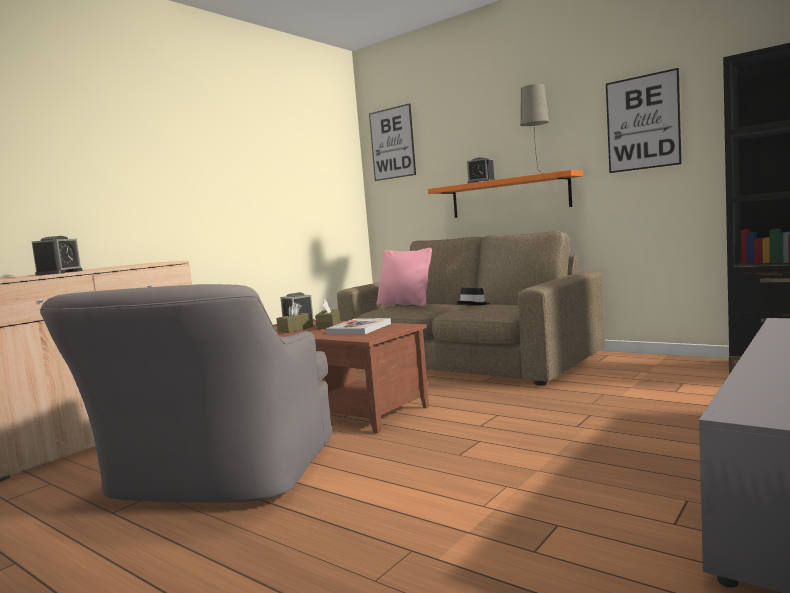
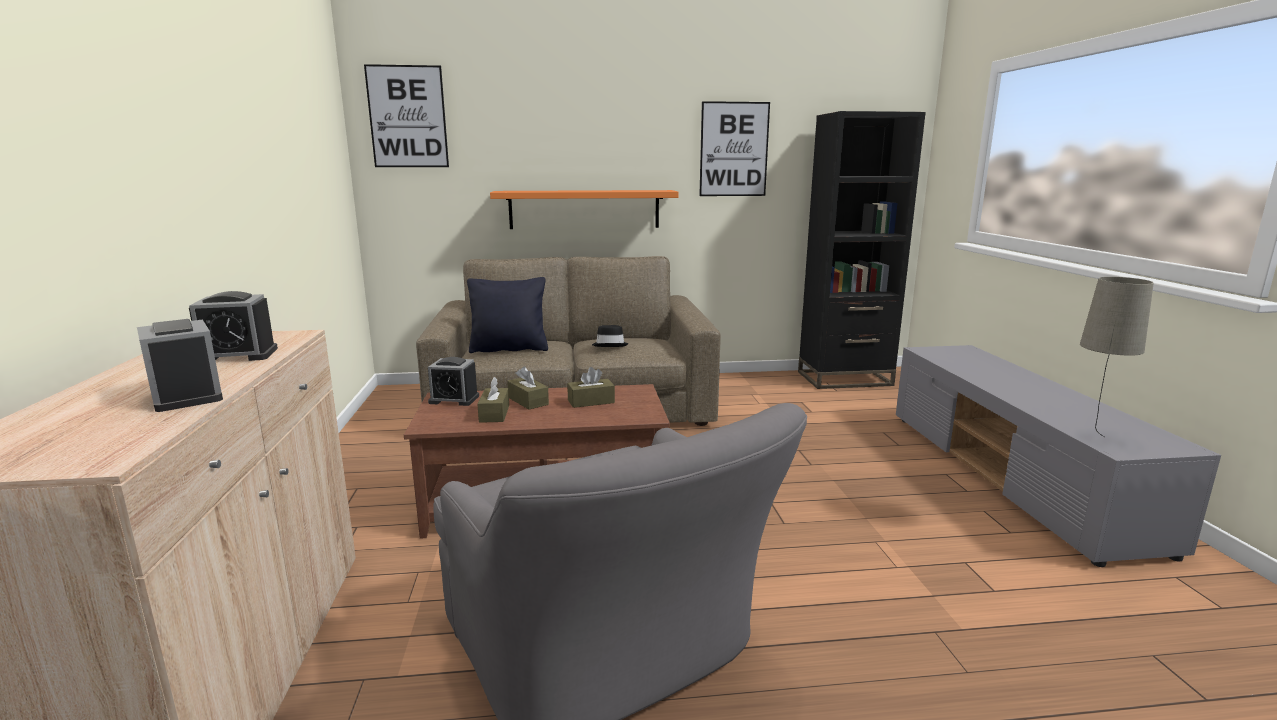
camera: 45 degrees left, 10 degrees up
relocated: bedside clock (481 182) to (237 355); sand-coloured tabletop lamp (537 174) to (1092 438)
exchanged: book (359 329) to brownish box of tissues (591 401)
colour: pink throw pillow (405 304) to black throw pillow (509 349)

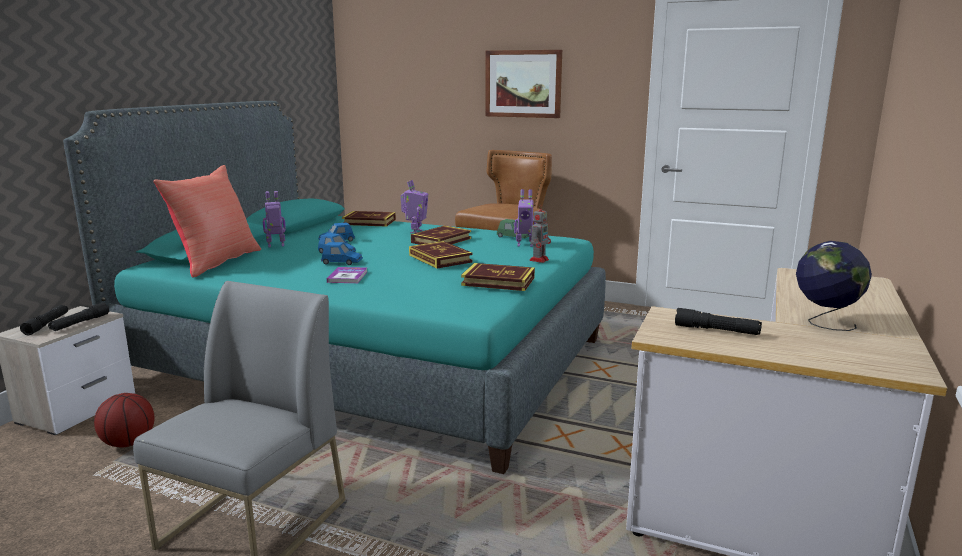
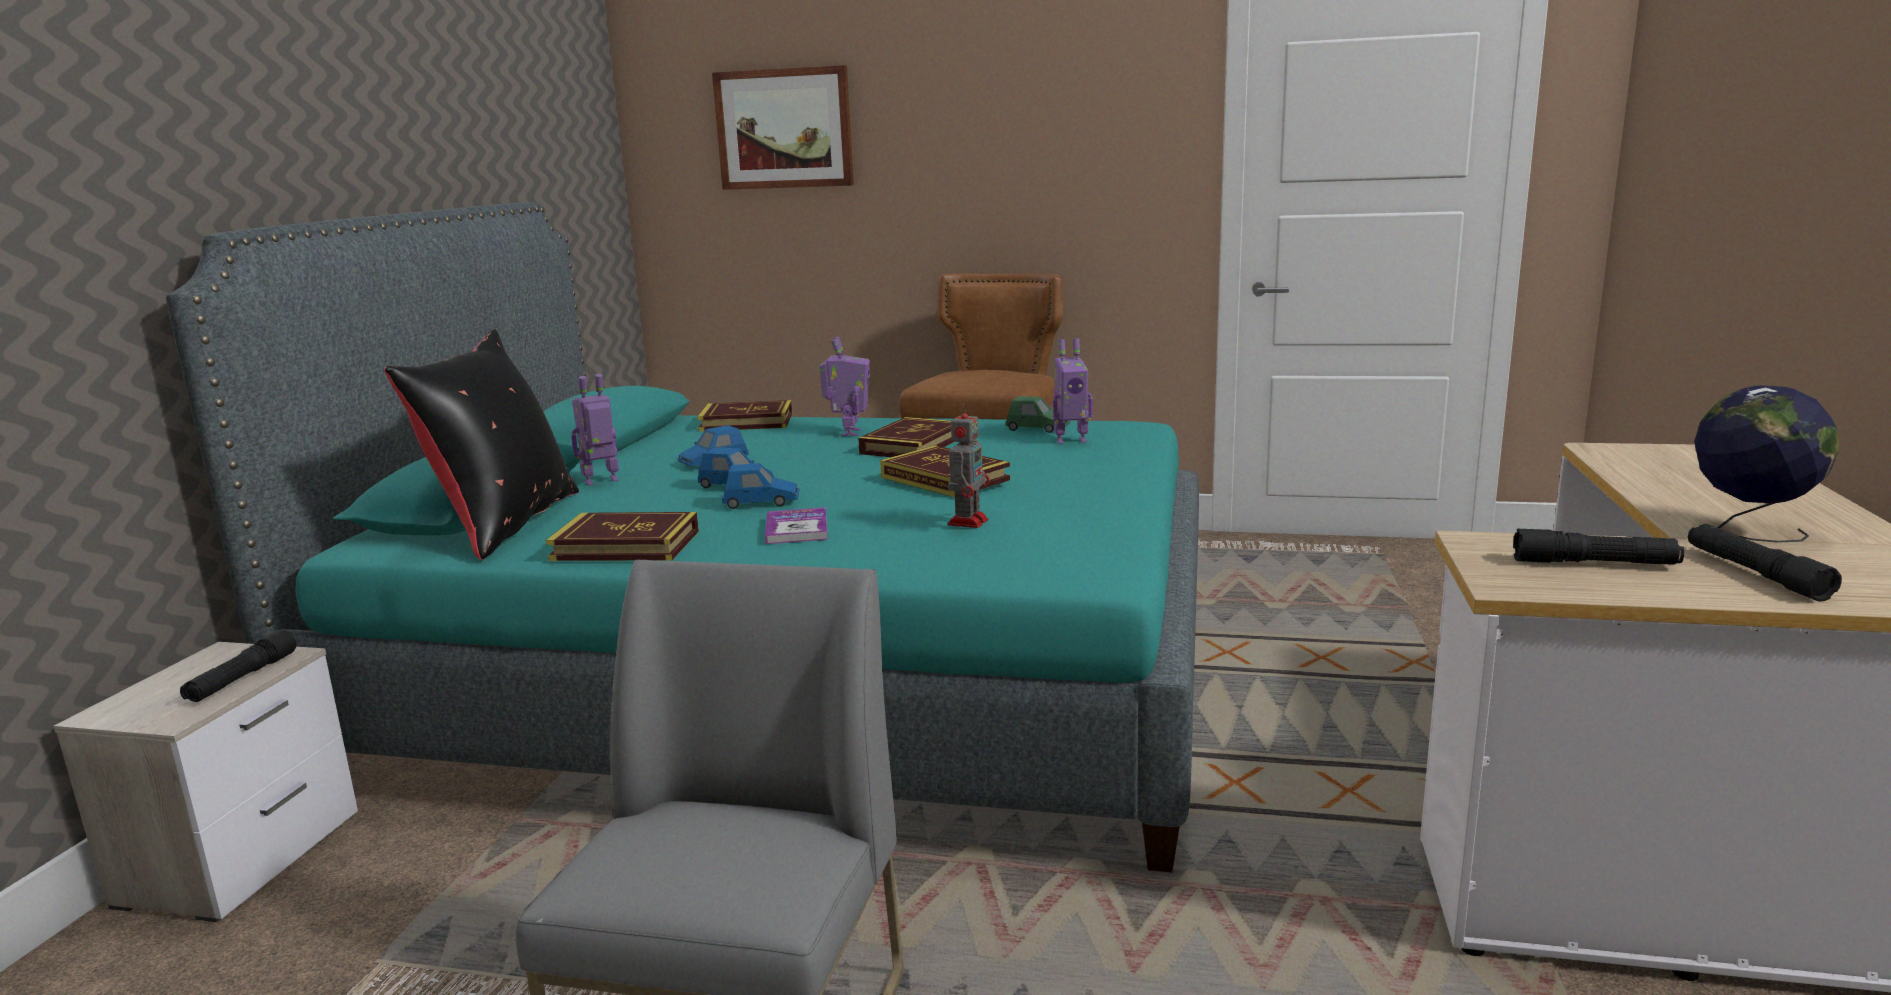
camera: 10 degrees left, 0 degrees up
missing: ball for basketball (128 443)
relocated: black hand torch (47 324) to (1755 574); book (498 281) to (626 545); picture (523 84) to (784 129); toy robot (539 260) to (968 521)
colour: red throw pillow (216 262) to black throw pillow (505 524)

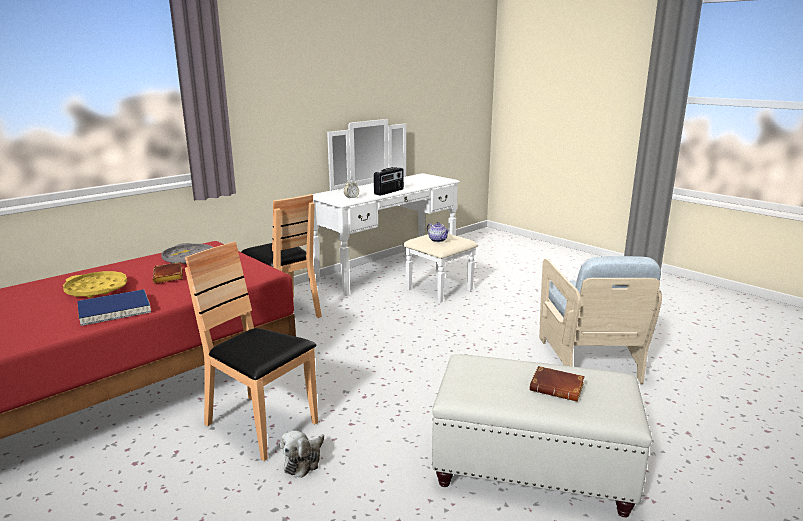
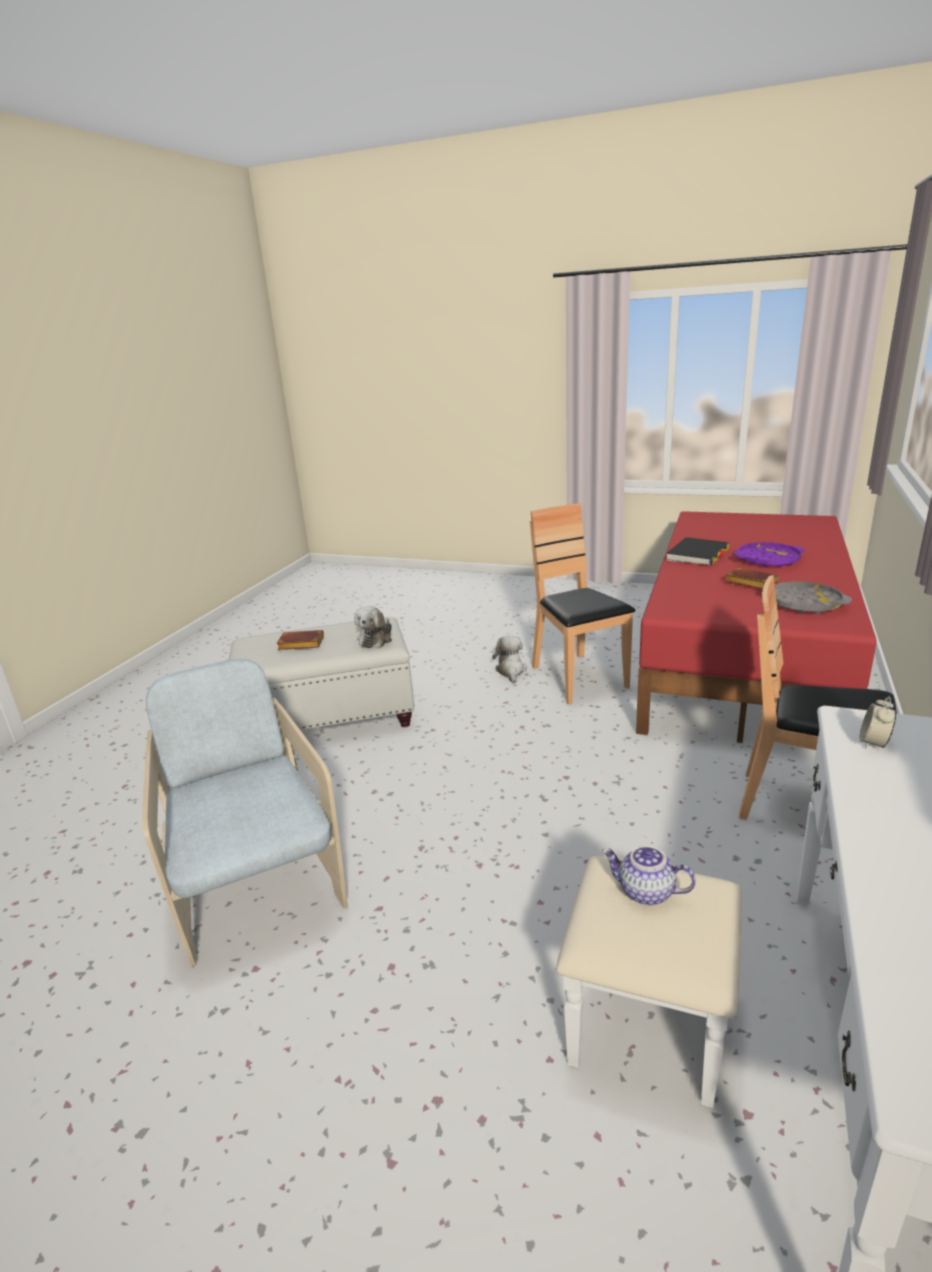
camera: 155 degrees right, 5 degrees up
missing: radio set (389 192)
appeared: cuddly toy (376 639)
colour: yellow tray (96 289) to purplish tray (768 560); blue book (114 310) to black book (697 555)
spun: brownish plain chair (260 425) = (578 678) 120 degrees counterclockwise

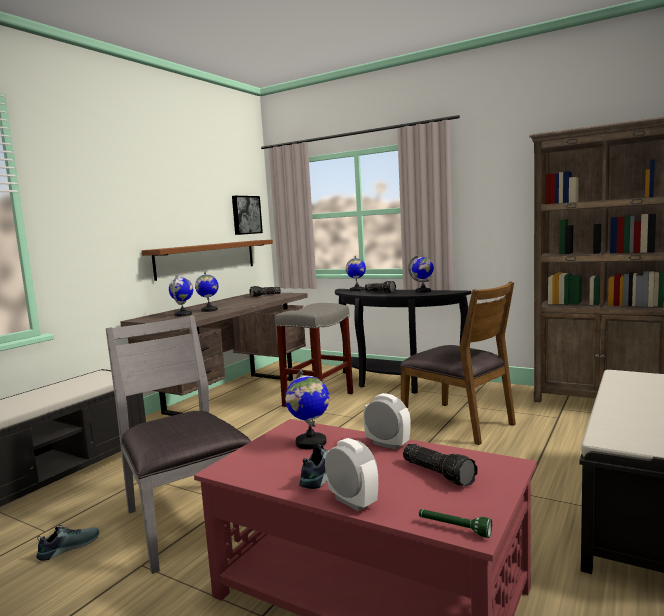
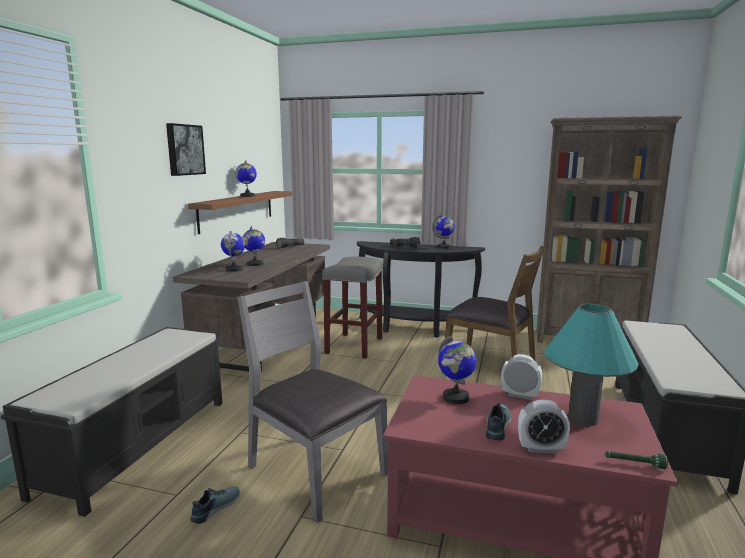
camera: 15 degrees left, 5 degrees up
relocated: picture (245 215) to (184 149); desk globe (357 290) to (247 196)
exchanged: hand torch (439 473) to turquoise-coloured tabletop lamp (583 418)
spun: bedside clock (352 502) = (541 448) 150 degrees clockwise

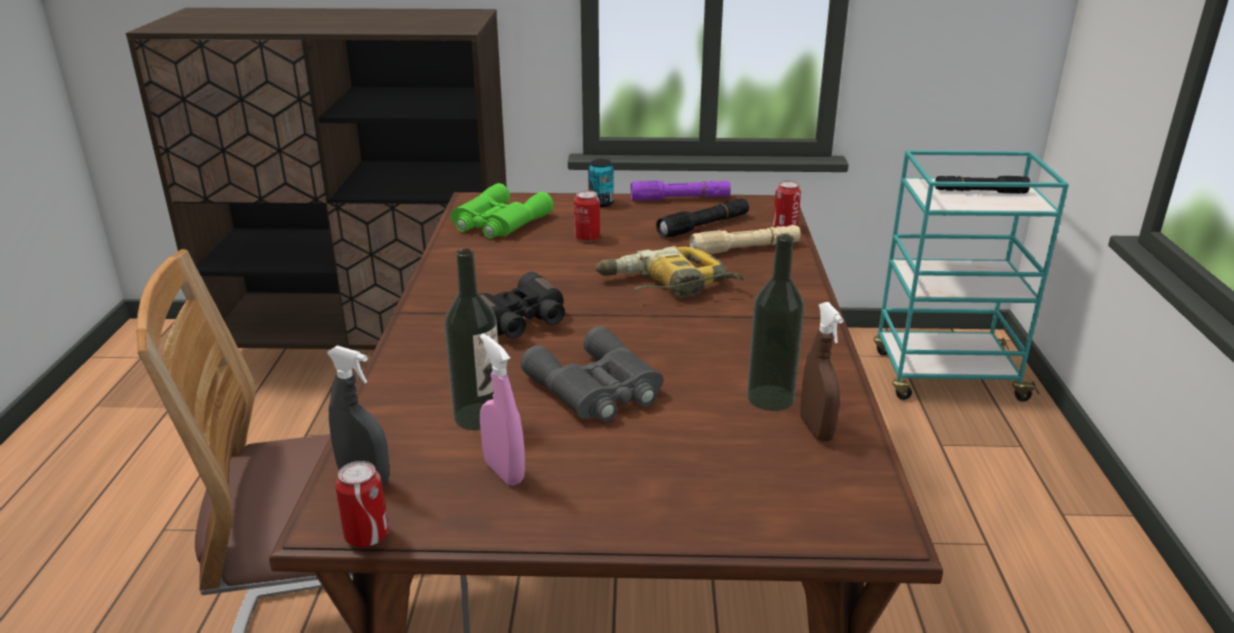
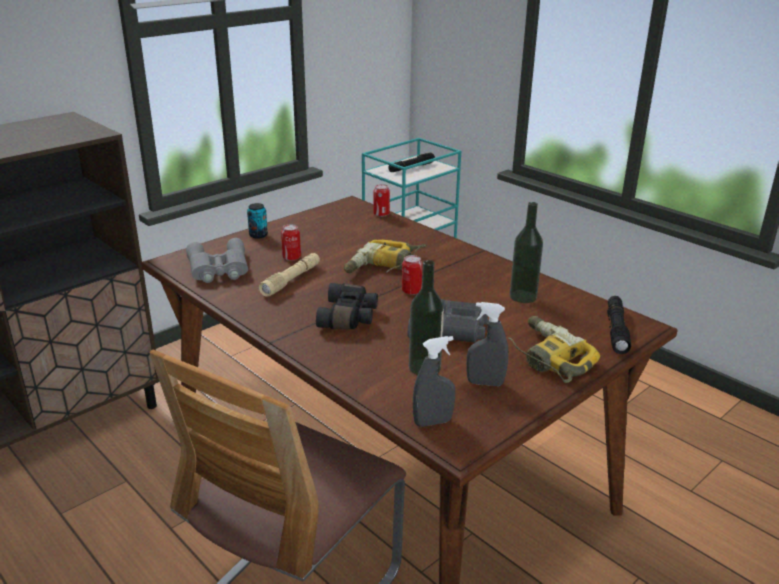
camera: 45 degrees left, 0 degrees up
missing: purplish hand torch (680 199); brownish spray bottle (816 429)
appeared: electric drill (547 358)
relocated: sealed can (367 535) to (411 291); black hand torch (704 226) to (616 330); sand-coloured hand torch (745 249) to (291 280)
colour: green field glasses (498 222) to greyish field glasses (218 269); pink spray bottle (504 472) to greyish spray bottle (485 383)

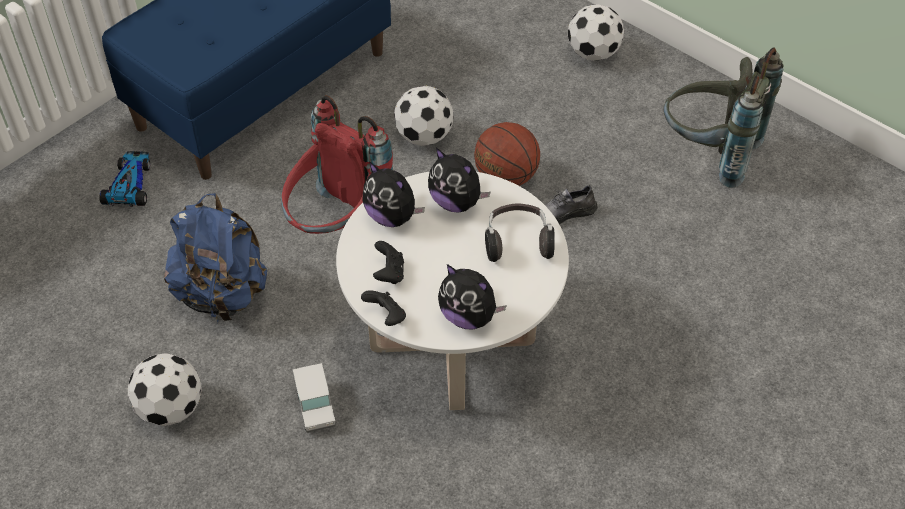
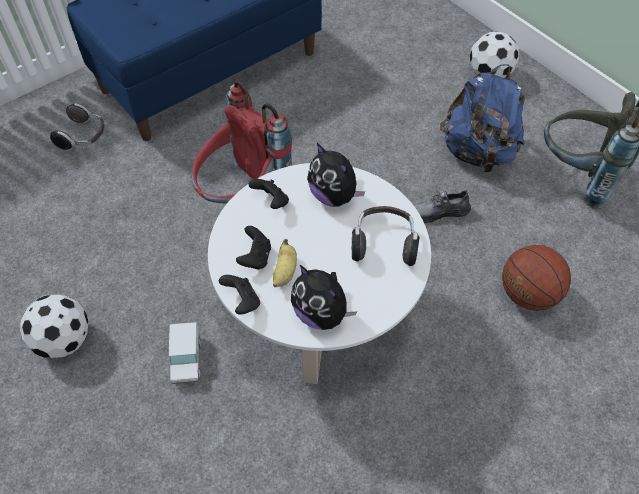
camera: 10 degrees right, 5 degrees up
missing: football ball (425 136)
appeared: whole banana (285 272)
relocated: blue backpack (222 294) to (477 152); ball for basketball (505 177) to (527 294)
exchanged: model car (129 184) to headset (83 137); cuddly toy (392 216) to black joypad (271 201)

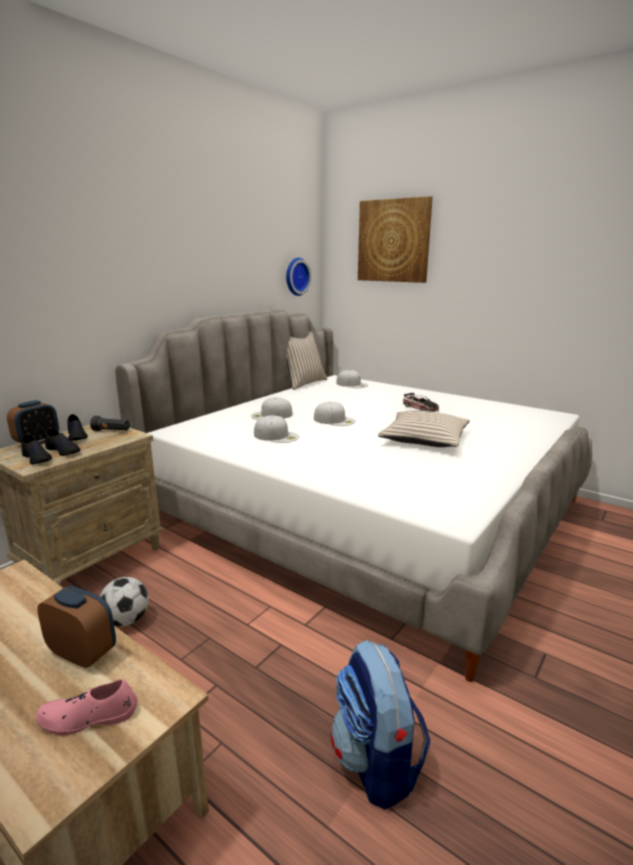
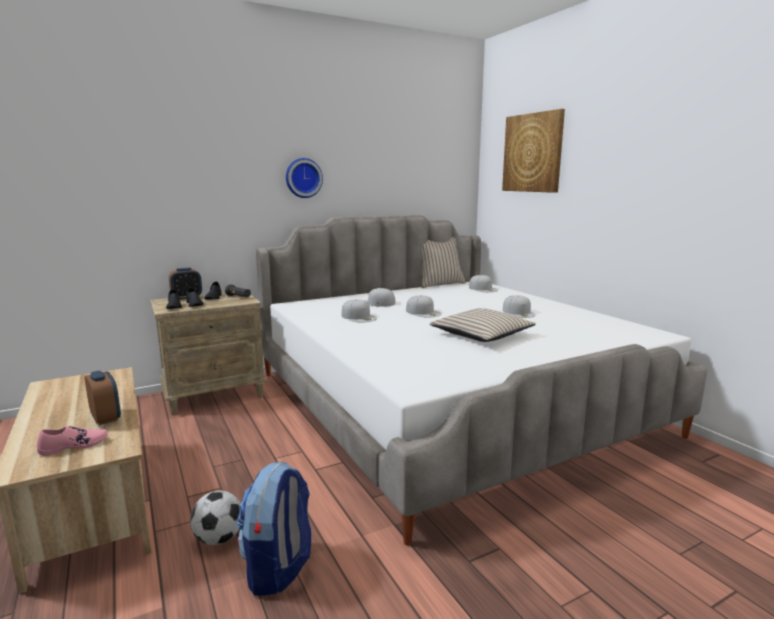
camera: 25 degrees right, 5 degrees down
relocated: football ball (126 620) to (219 538); clock on the wall (295 276) to (303 178)
exchanged: model car (420 408) to white-coloured peaked cap (518 312)
spun: pink shoe (88 717) = (74 446) 135 degrees clockwise

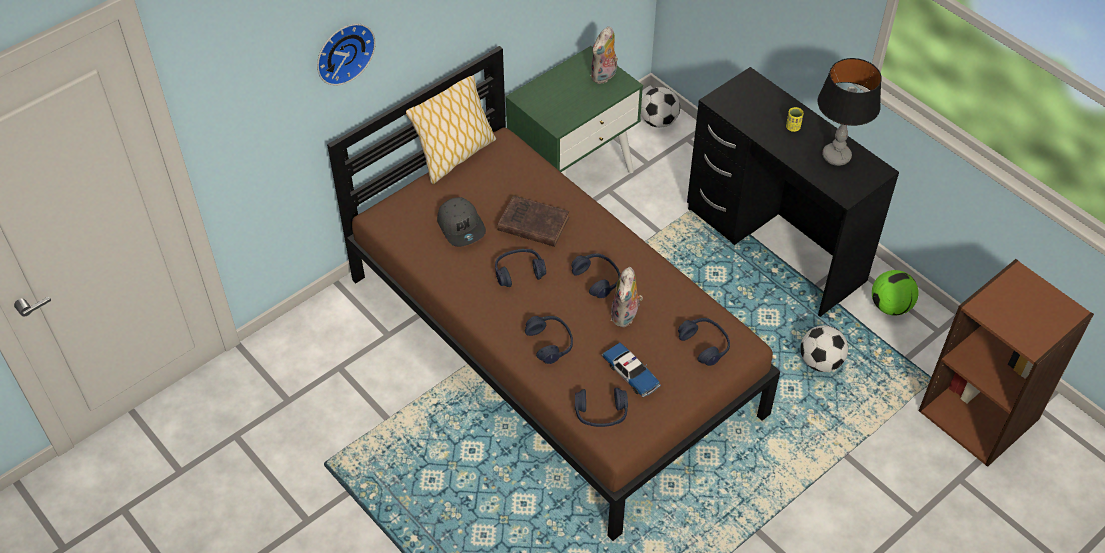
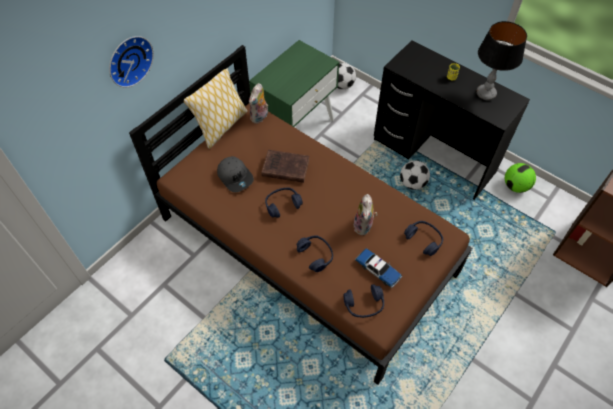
camera: 10 degrees left, 5 degrees up
missing: blue headset (597 279)
relocated: cuddly toy (604 76) to (260 117); football ball (820 362) to (412 183)

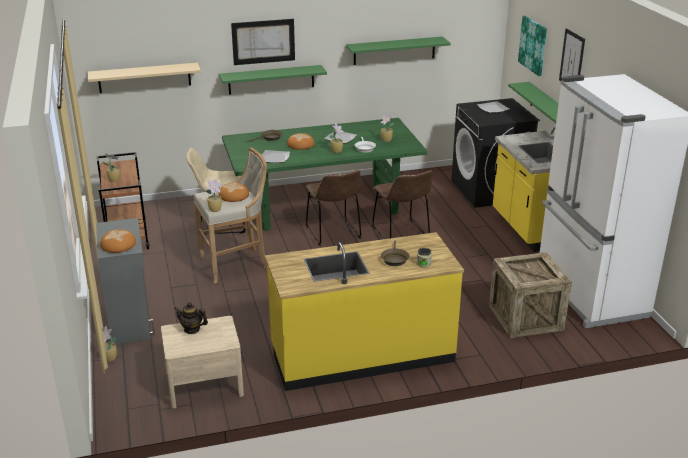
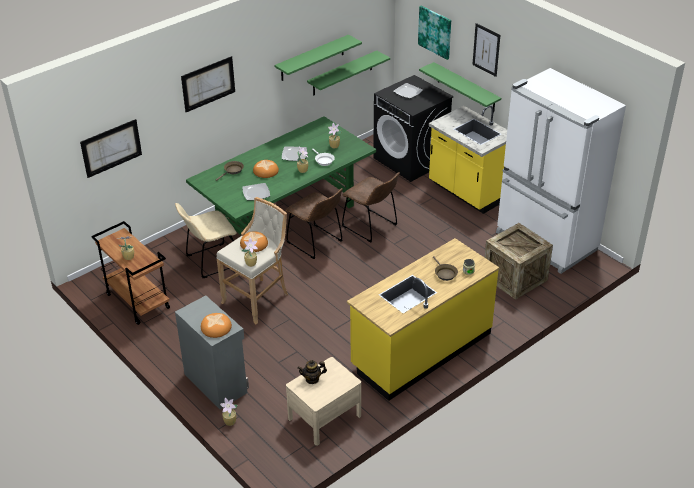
camera: 25 degrees left, 10 degrees up
relocated: green bracket shelf (271 79) to (342 73)
exchanged: sand-coloured bracket shelf (144 78) to picture (111 148)

